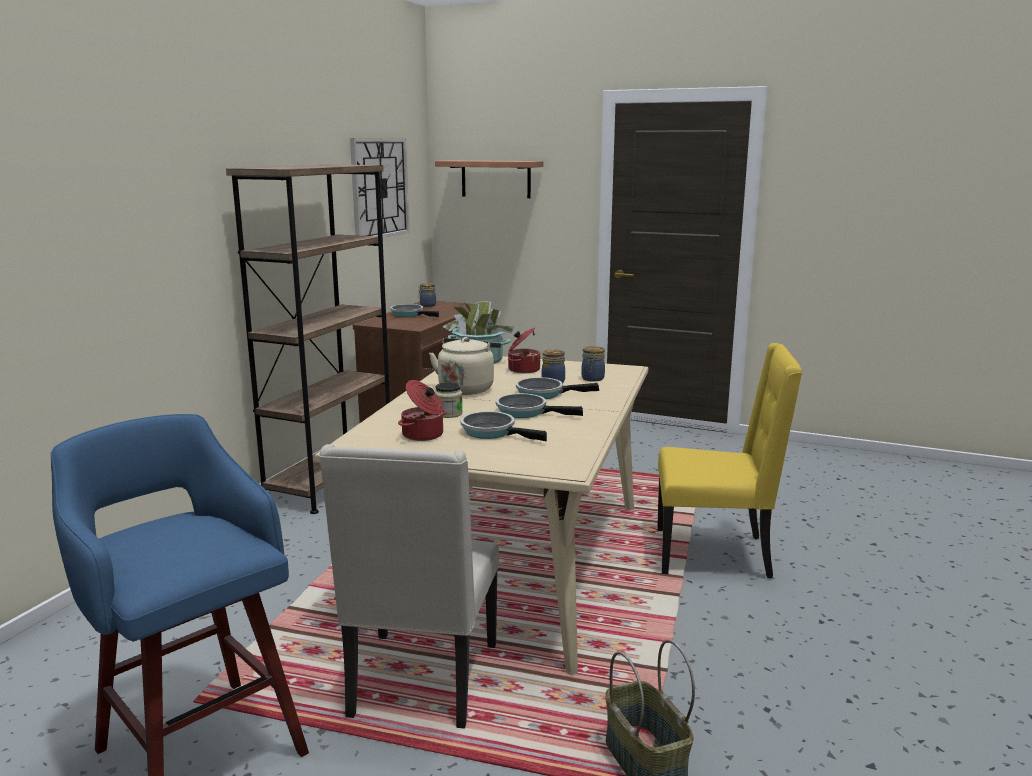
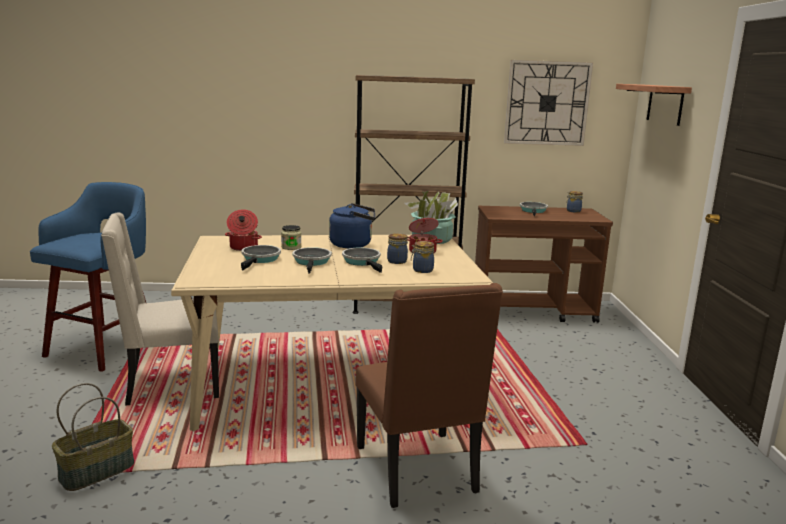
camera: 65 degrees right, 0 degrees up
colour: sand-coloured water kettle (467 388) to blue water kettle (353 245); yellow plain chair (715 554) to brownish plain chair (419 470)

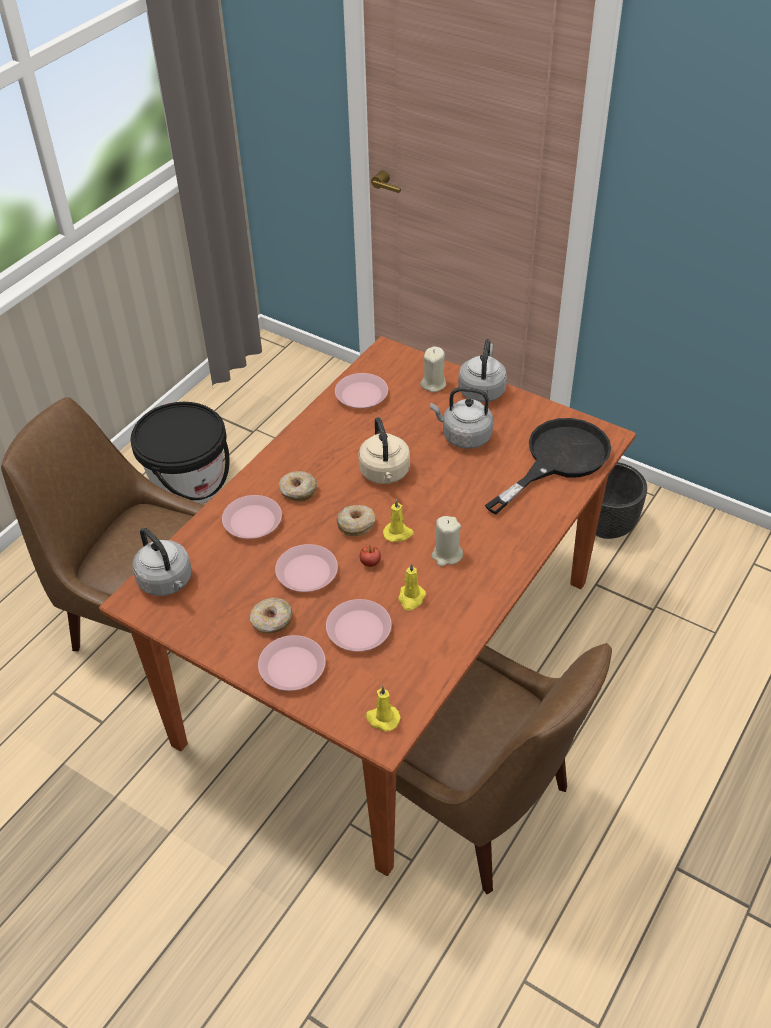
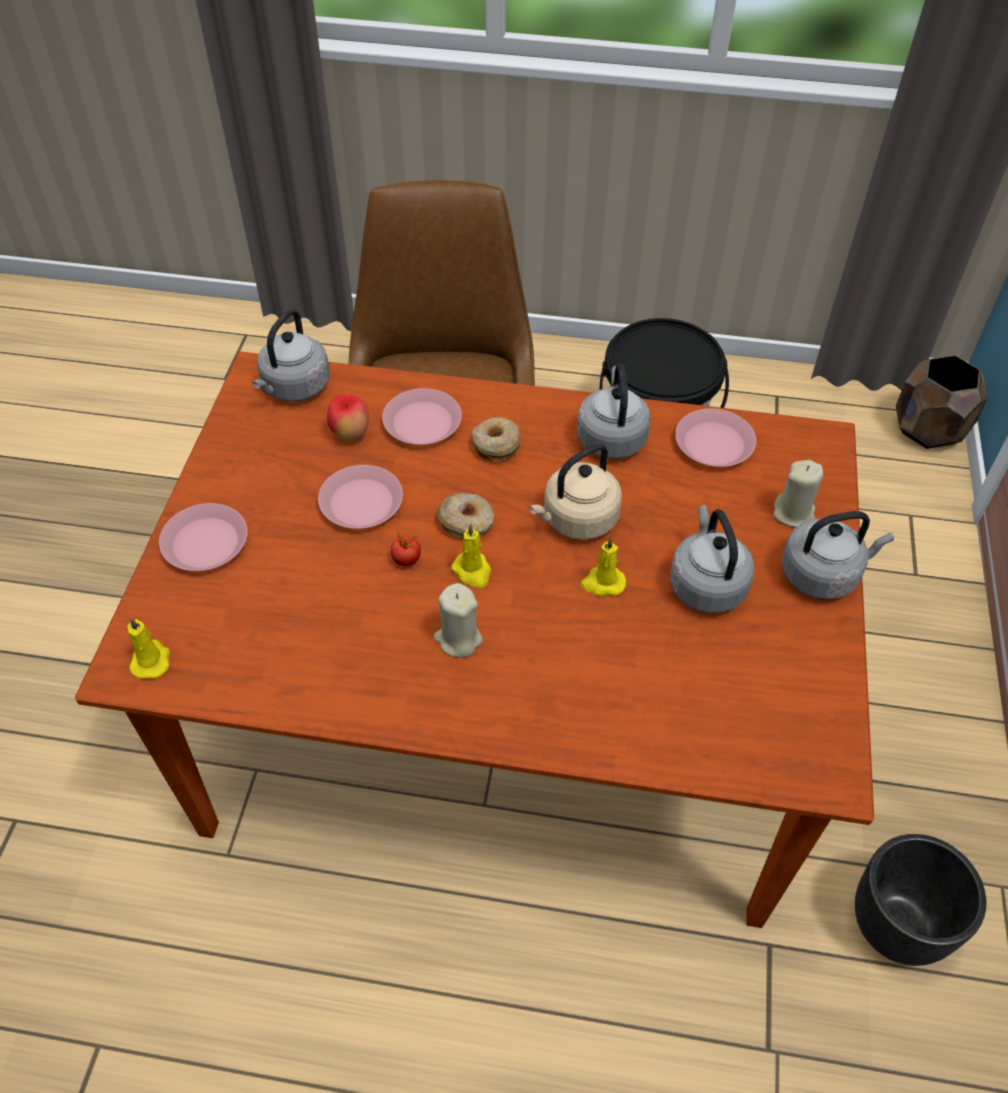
camera: 65 degrees right, 5 degrees up
missing: donut (272 621); pink flat dish (358 630); brownish plain chair (482 808); black skillet (557 460)
appeared: apple (350 434); greyish water kettle (611 437); brownish plant pot (928 430)
relocated: yellow candle (411 598) to (602 583)

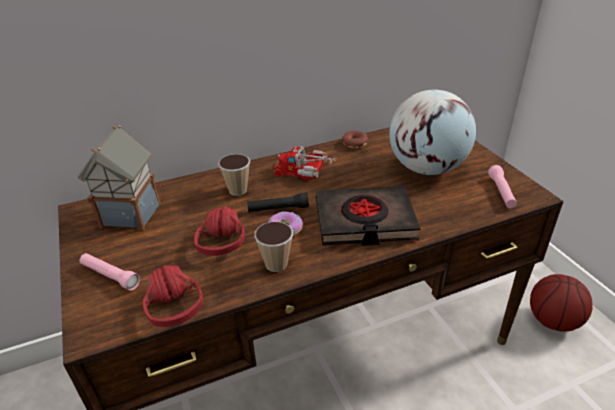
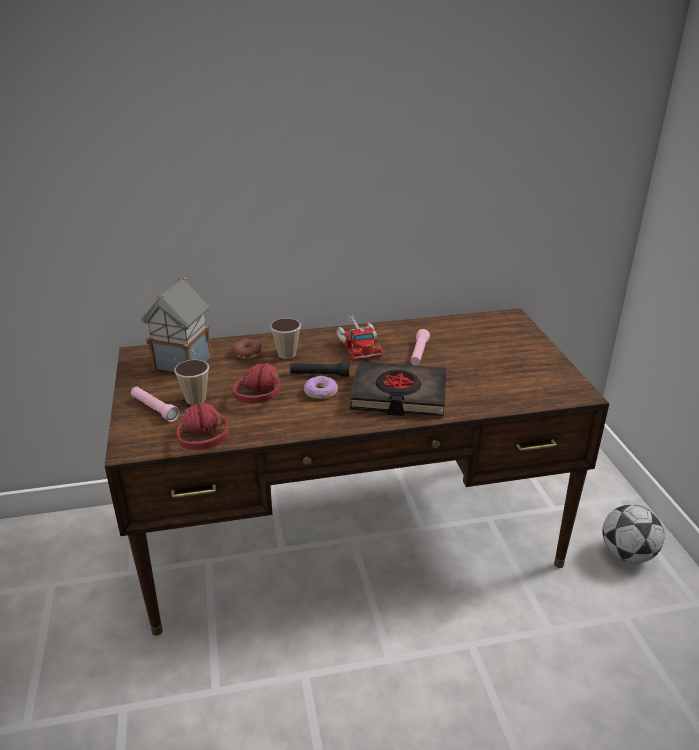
camera: 10 degrees right, 5 degrees down
missing: desk globe (426 168)
relocated: drinking cup (276 264) to (195 399); donut (354 143) to (247 353); pink hand torch (501 192) to (419 353)
exchanged: ball for basketball (553 321) to football ball (627 554)
spun: model truck (306 172) = (358 346) 135 degrees counterclockwise

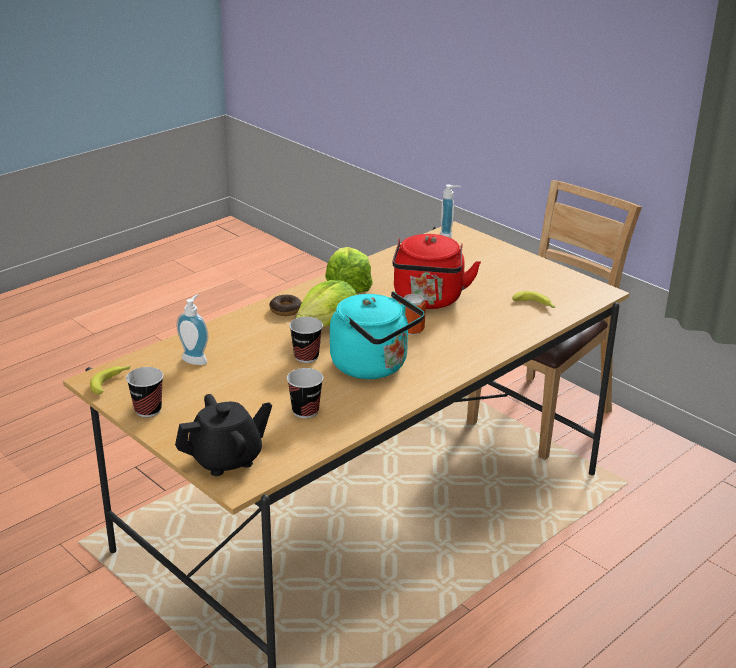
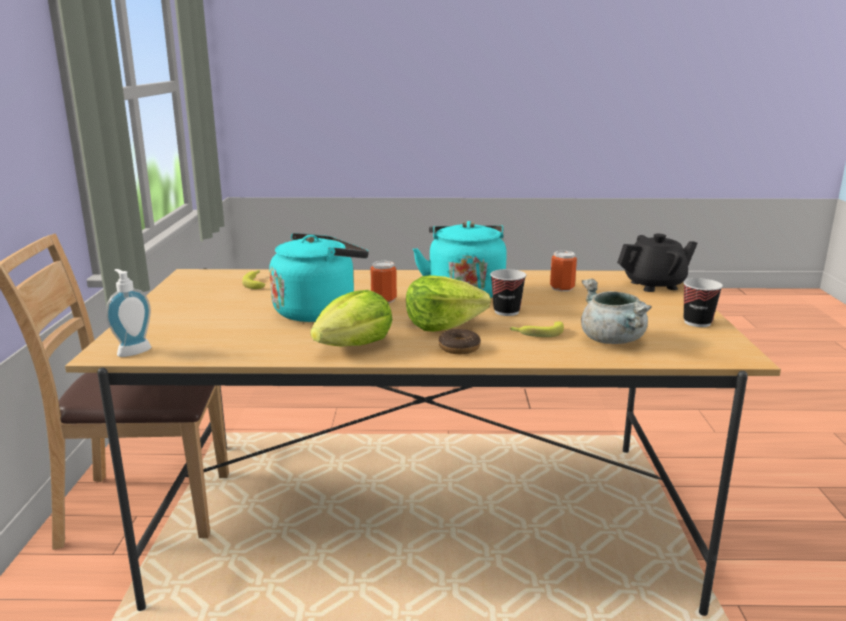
camera: 135 degrees left, 10 degrees down
relocated: whole banana (111 382) to (536 333)
exchanged: liquid soap bottle (196 359) to greyish saucepot (613 340); drinking cup (305 411) to sealed can (562 288)
colour: red water kettle (428 300) to turquoise-coloured water kettle (318 311)
spun: black tea pot (227 459) = (654 285) 150 degrees clockwise

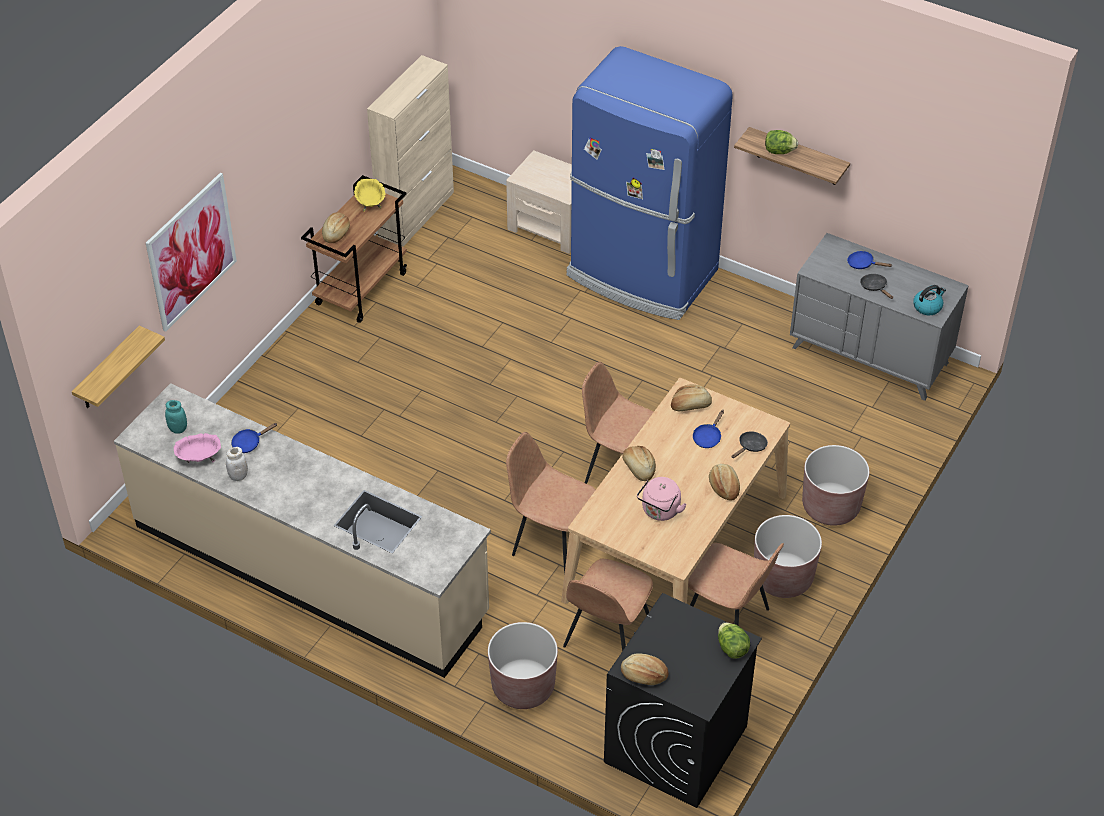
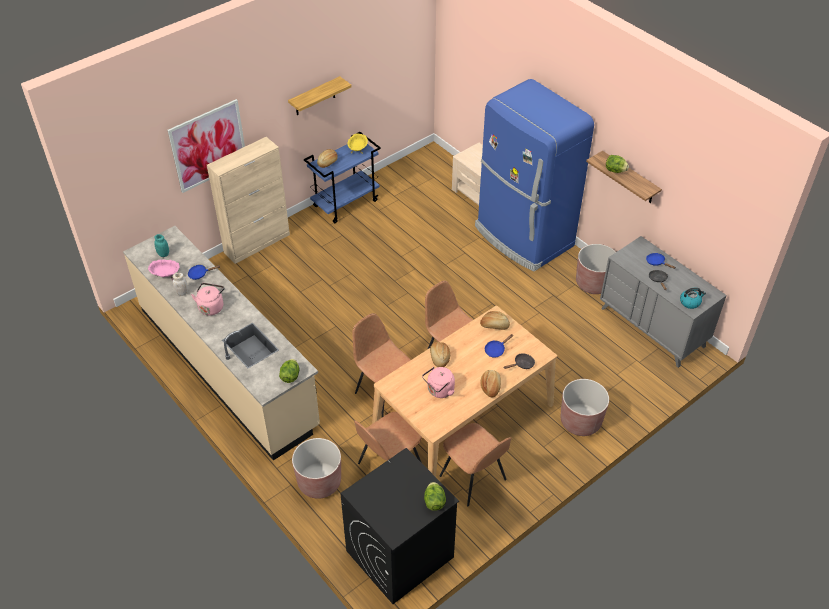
camera: 20 degrees right, 0 degrees up
missing: bread (644 675)
appeared: pink water kettle (211 306); head of lettuce (290 376)
relocated: bracket shelf (108 370) to (315 97); sand-coloured storage cabinet (416 214) to (257 243); brownish plant pot (783 577) to (593 283)
colour: brownish trolley (361 288) to blue trolley (346 203)

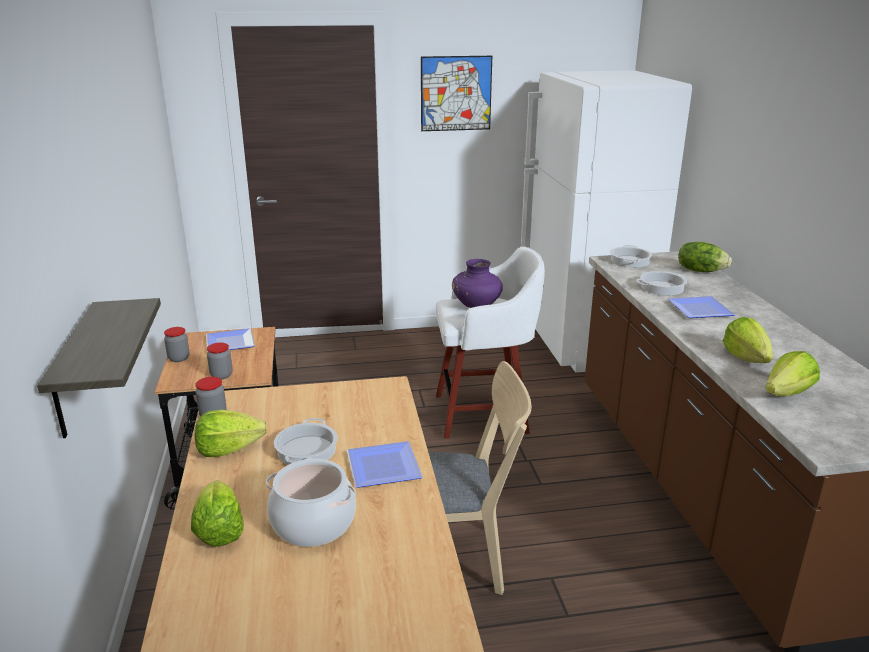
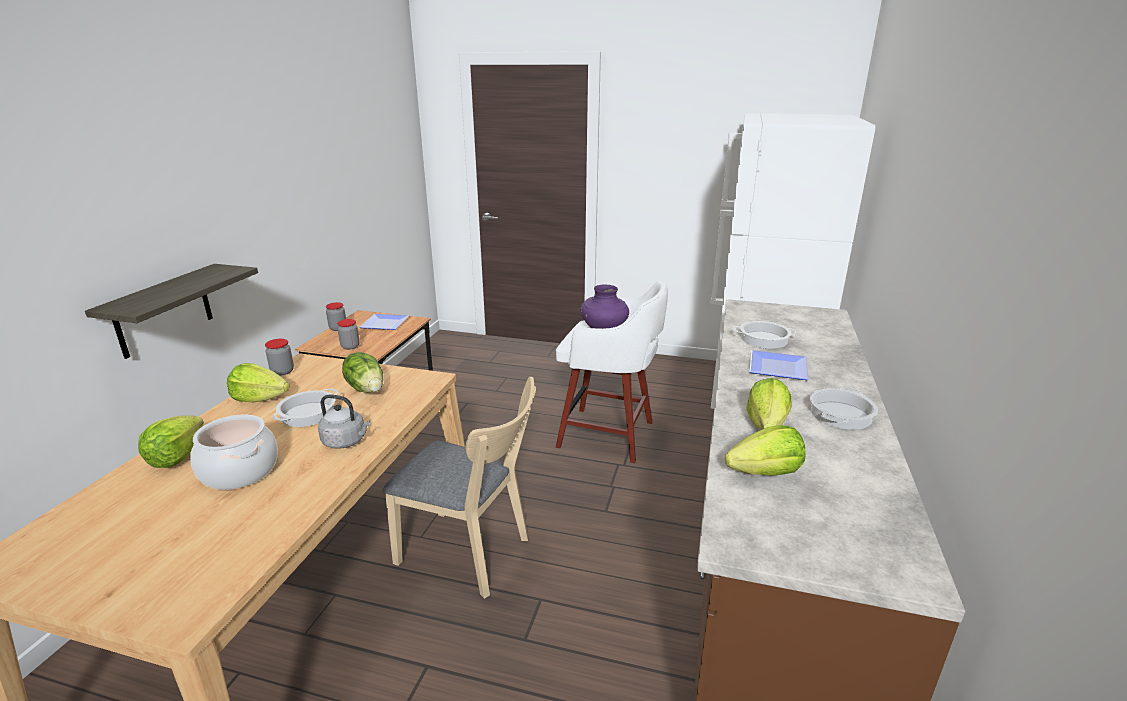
camera: 25 degrees right, 0 degrees up
missing: picture (456 93)
relocated: saucepot (629 261) to (840 414); head of lettuce (700 270) to (367 388)
exchanged: flat dish (385 465) to greyish water kettle (346 441)

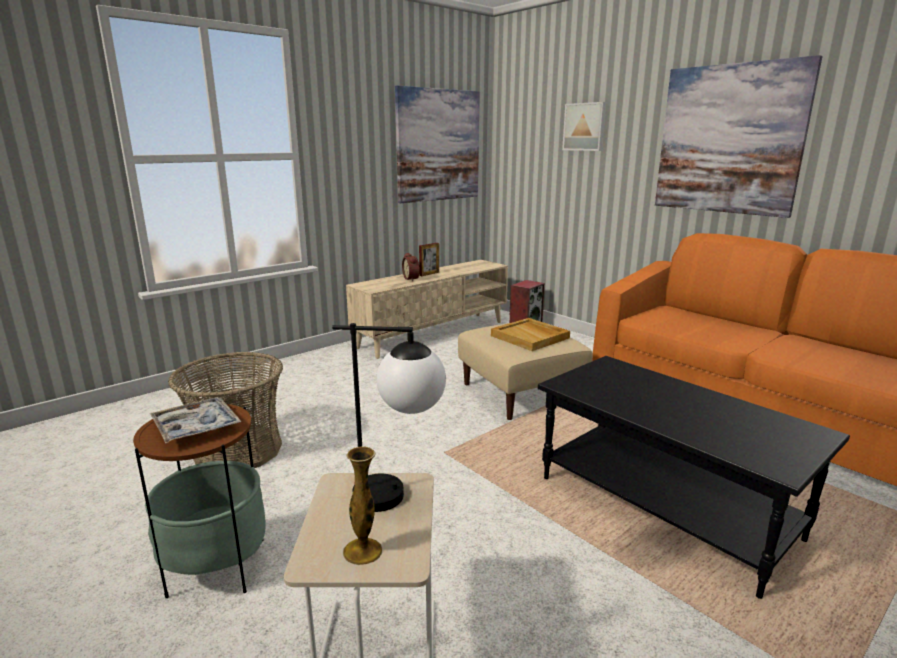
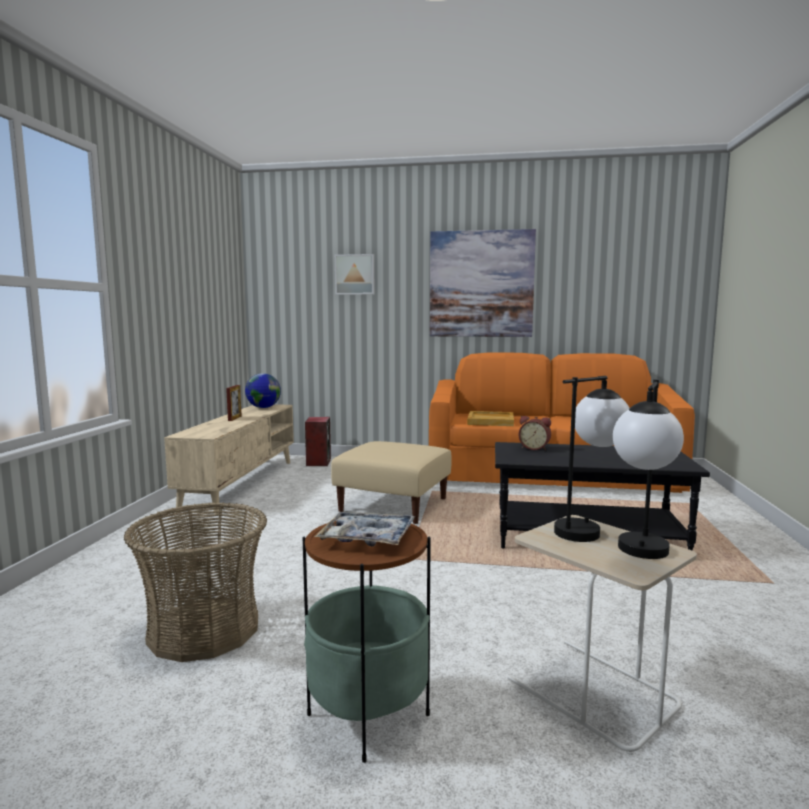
camera: 40 degrees left, 10 degrees down
missing: picture (438 145)
appeared: desk globe (263 407)
relocated: bedside clock (412 278) to (534 448); sand-coloured tray (530 337) to (491 421)
exchanged: decorative vase (362 551) to tabletop lamp (641 556)

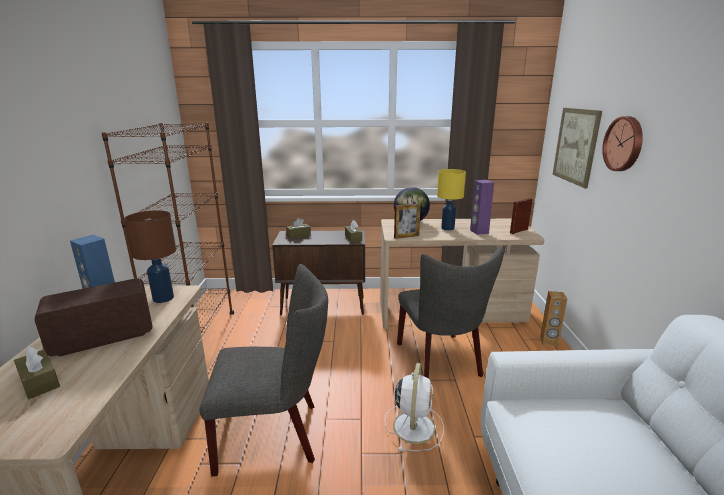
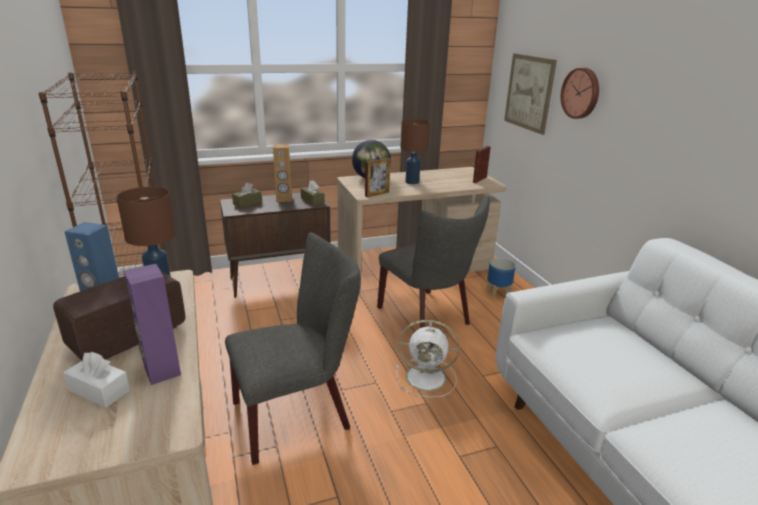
camera: 20 degrees left, 5 degrees up
appeared: plant pot (498 294)
relocated: purplish loudspeaker (479 232) to (161 371); brownish loudspeaker (549 341) to (284 199)
colour: brownish box of tissues (39 381) to white-coloured box of tissues (99 390); yellow tabletop lamp (448 228) to brownish tabletop lamp (412 182)
spun: white-coloured electric fan (414 425) = (427 378) 105 degrees clockwise

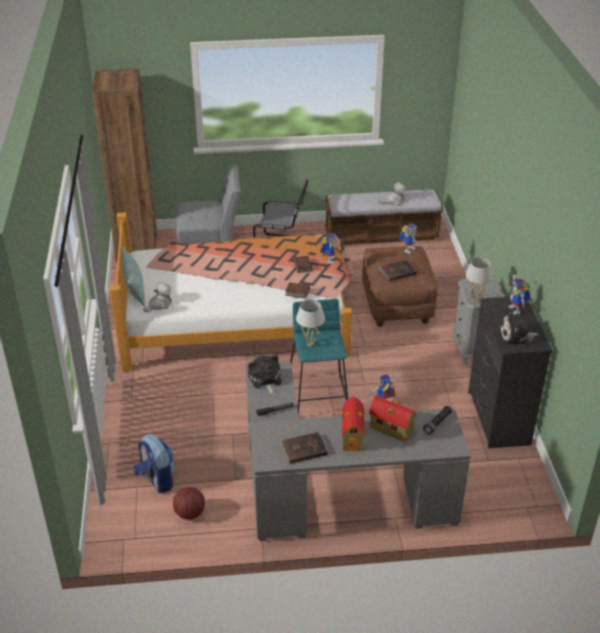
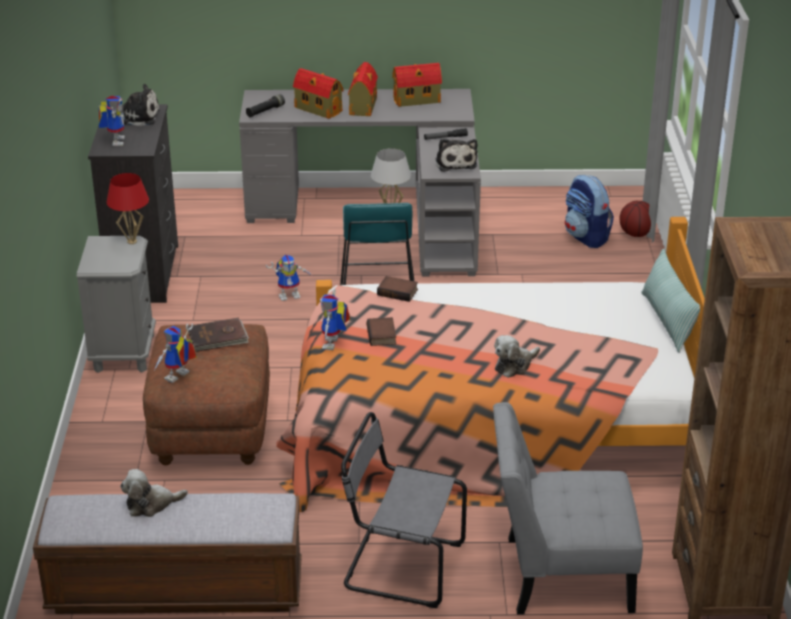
camera: 175 degrees left, 5 degrees down
relocated: cuddly toy (159 304) to (514 365); ball for basketball (190 513) to (636 234)
exchanged: brownish book (303 449) to model house (418 100)
colour: white-coloured tabletop lamp (475 300) to red tabletop lamp (132 241)

